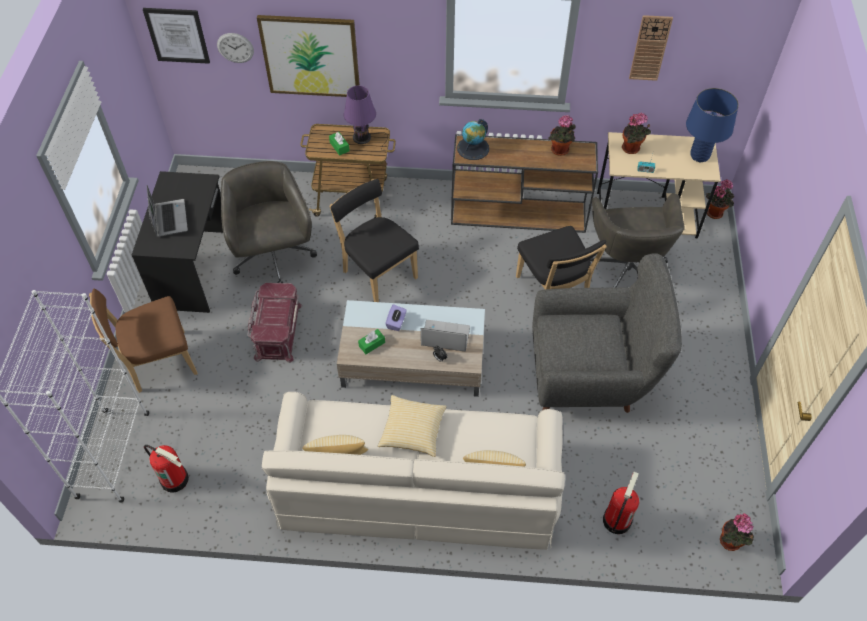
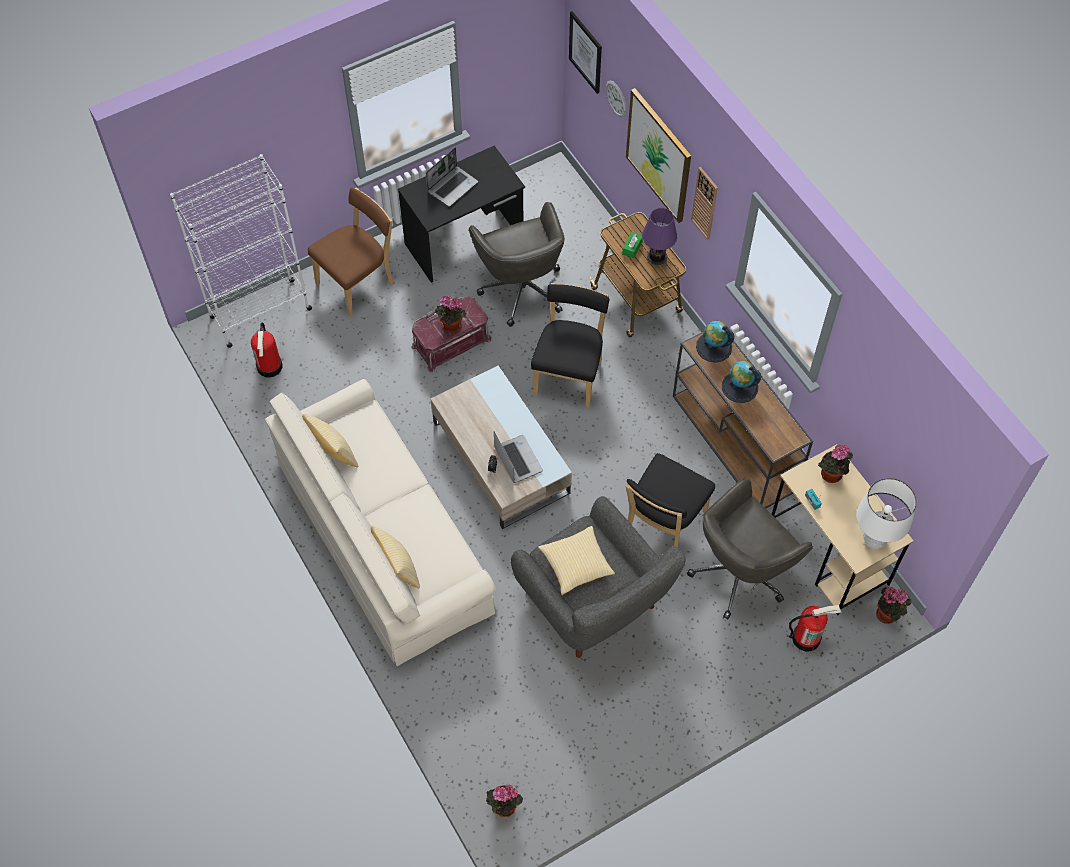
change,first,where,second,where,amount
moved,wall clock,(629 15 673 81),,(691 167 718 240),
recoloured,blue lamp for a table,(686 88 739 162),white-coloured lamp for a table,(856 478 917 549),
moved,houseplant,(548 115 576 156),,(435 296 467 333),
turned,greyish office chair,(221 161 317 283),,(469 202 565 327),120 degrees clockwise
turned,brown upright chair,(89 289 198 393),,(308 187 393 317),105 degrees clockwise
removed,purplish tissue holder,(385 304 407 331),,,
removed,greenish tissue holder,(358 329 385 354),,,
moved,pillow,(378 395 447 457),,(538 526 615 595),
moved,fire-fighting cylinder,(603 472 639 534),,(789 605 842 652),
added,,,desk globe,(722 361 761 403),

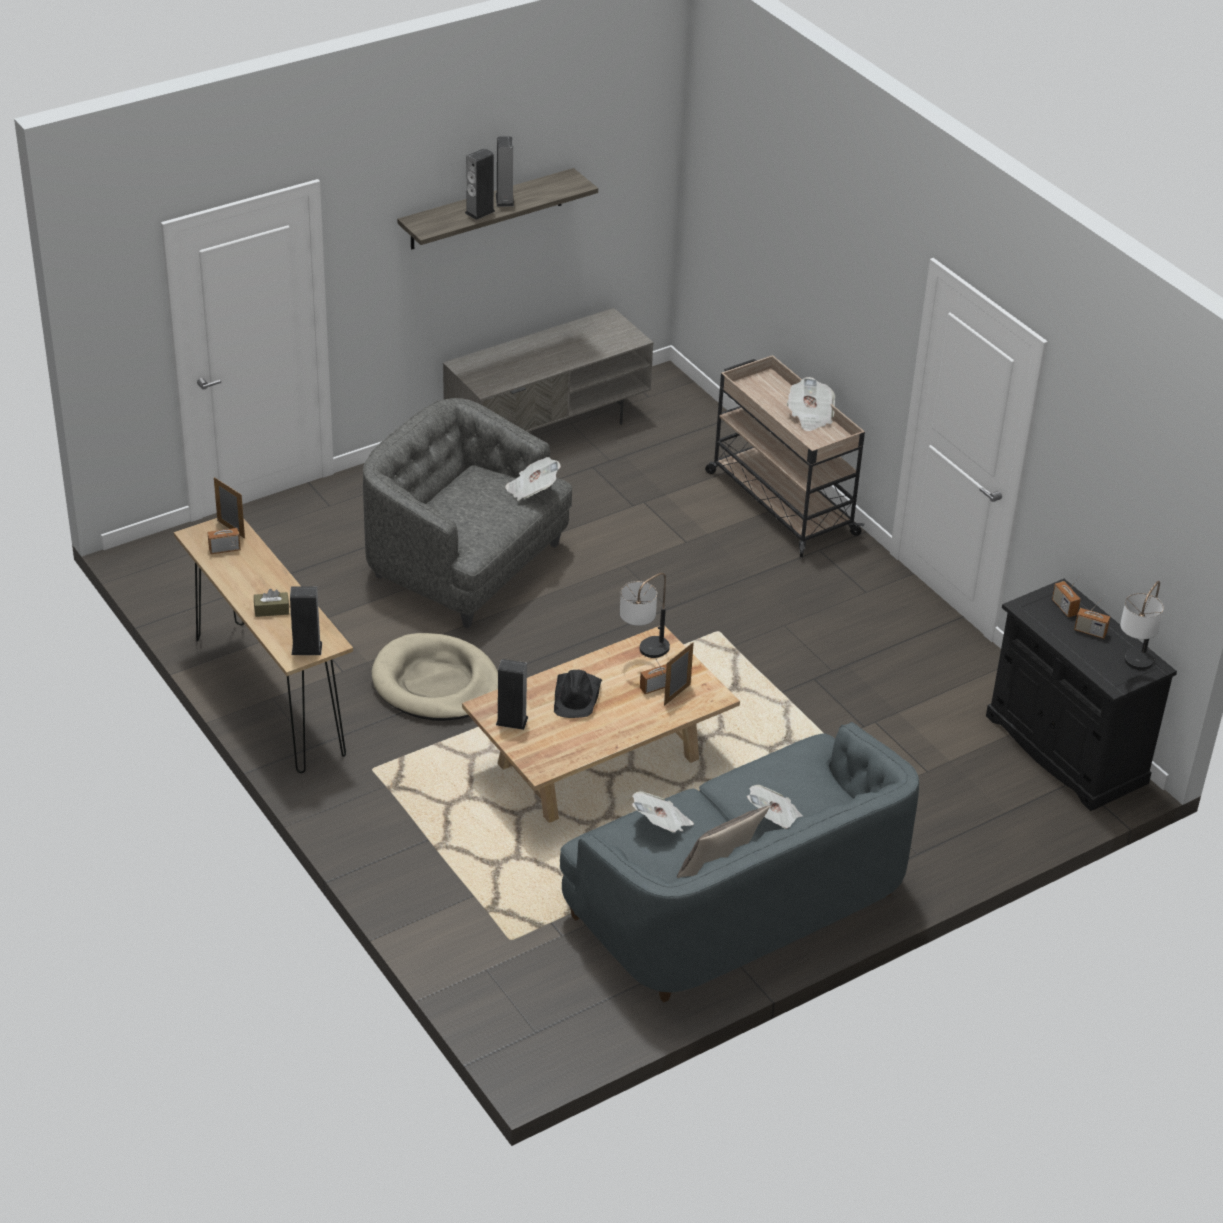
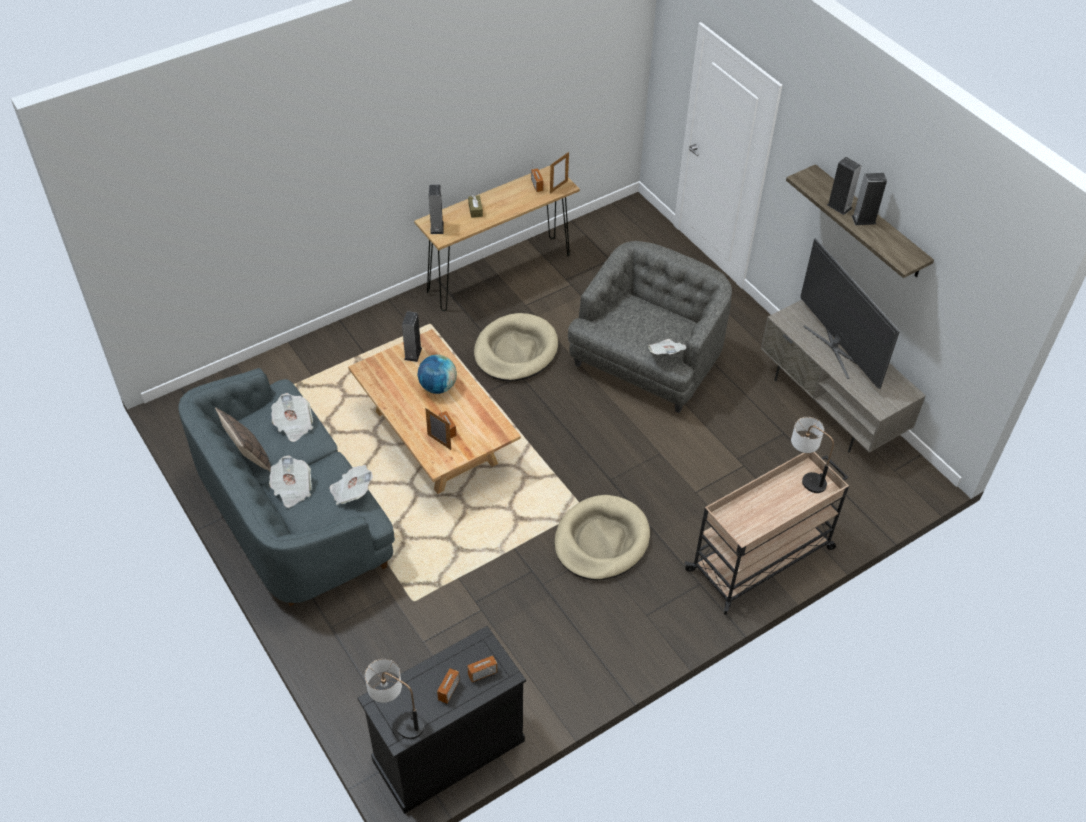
change,first,where,second,where,amount
moved,printed paper,(787 377 835 431),,(329 465 373 505),
moved,lamp for a table,(620 573 670 658),,(791 417 834 493),
replaced,blackish hat,(554 670 602 718),desk globe,(418 355 457 394),
added,,,TV,(800 238 900 389),
added,,,beige dog bed,(554 495 650 580),

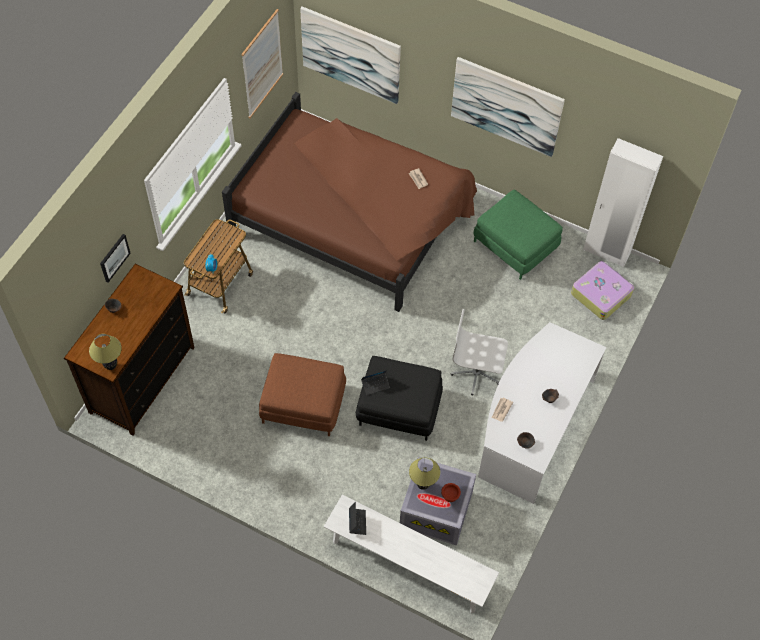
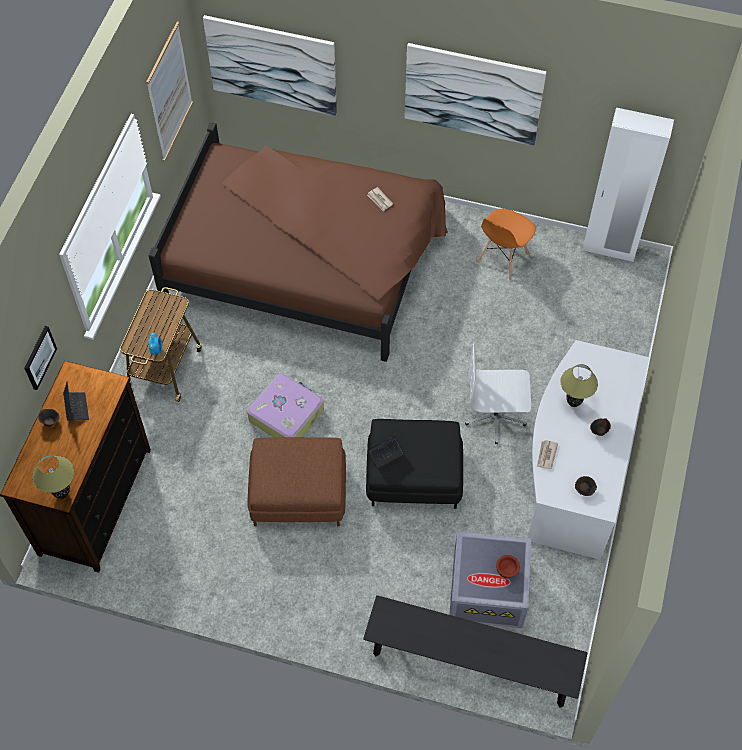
change,first,where,second,where,amount
replaced,greenish ottoman,(473 190 563 280),orange upright chair,(476 209 536 280),
moved,travel case,(571 261 634 320),,(247 373 324 438),
moved,lamp for a table,(409 458 440 490),,(560 364 598 407),
recoloured,white-coloured long seat,(324 495 499 613),blackish long seat,(363 595 588 708),
moved,portable computer,(349 502 366 535),,(63 382 89 421),

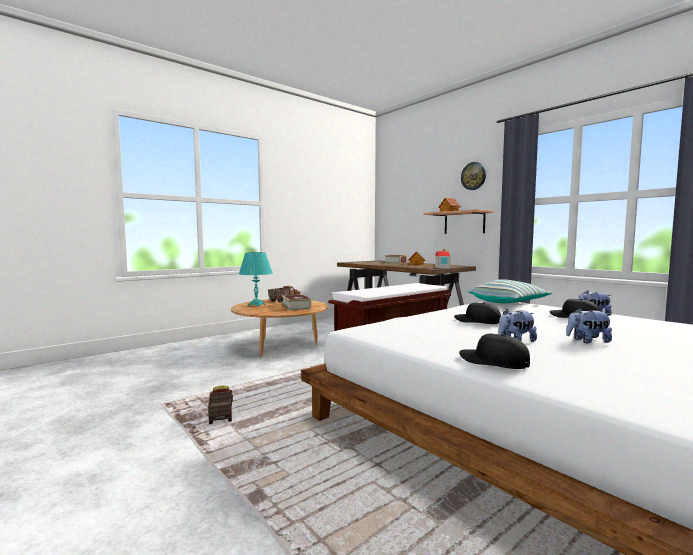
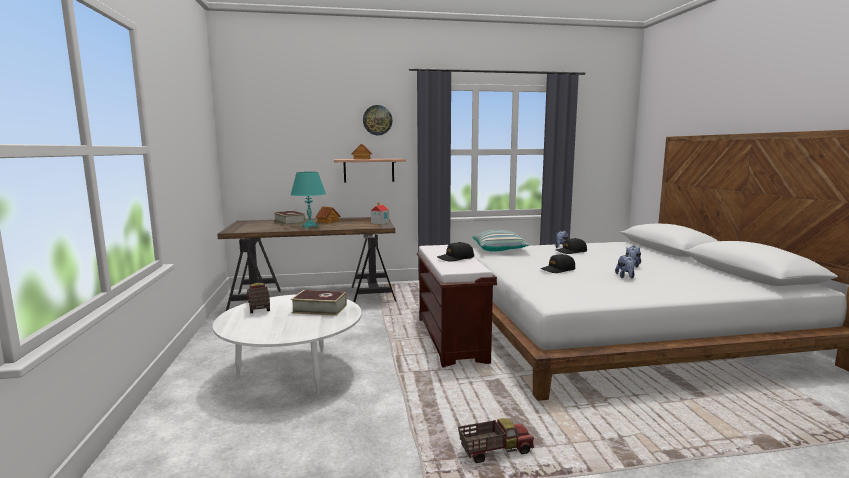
change,first,where,second,where,amount
moved,blue-green lamp for a table,(239 252 273 307),,(291 172 326 229),
recoloured,brown lounge table,(231 299 328 357),white-coloured lounge table,(213 294 362 394),
moved,blackish peaked cap,(459 334 530 369),,(437 242 474 262),
turned,toy lorry,(208 386 233 424),,(458 418 534 463),150 degrees clockwise

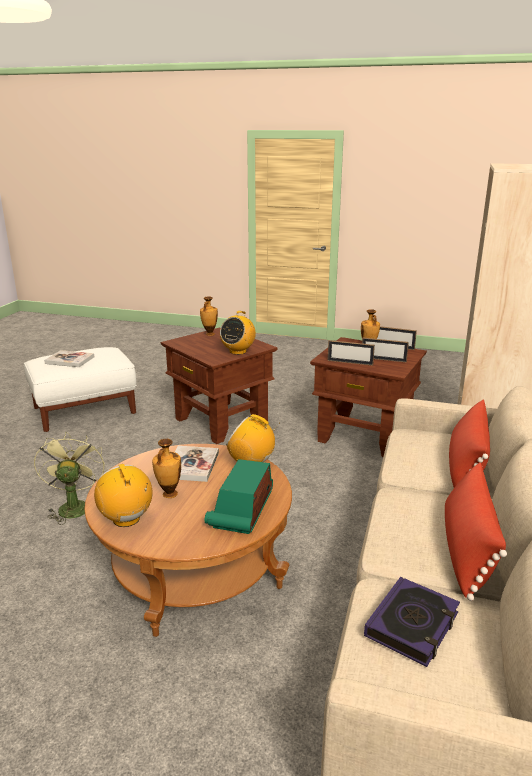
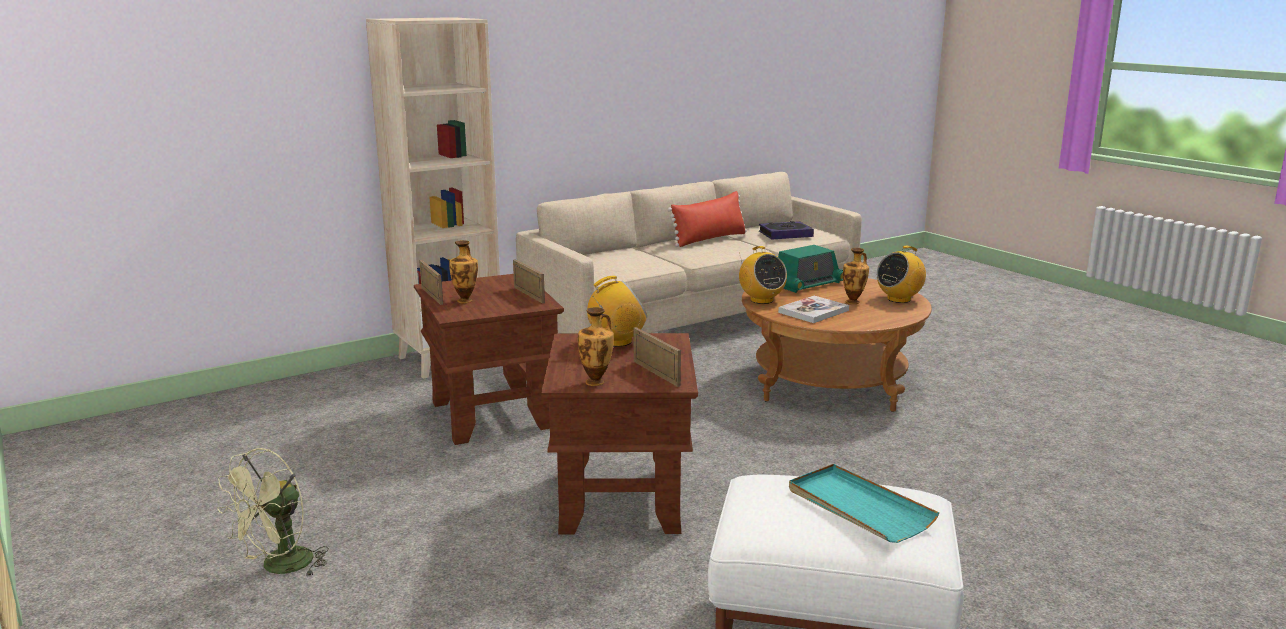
change,first,where,second,where,amount
moved,photo frame,(362 338 409 363),,(634 327 681 387),
replaced,bound book,(44 350 94 367),blue-green serving tray,(789 464 940 543),
removed,red pillow,(449 399 490 488),,,
moved,greenish cooling fan,(34 432 105 525),,(217 448 329 577),
turned,radio set,(94 464 153 527),,(877 246 926 303),45 degrees clockwise

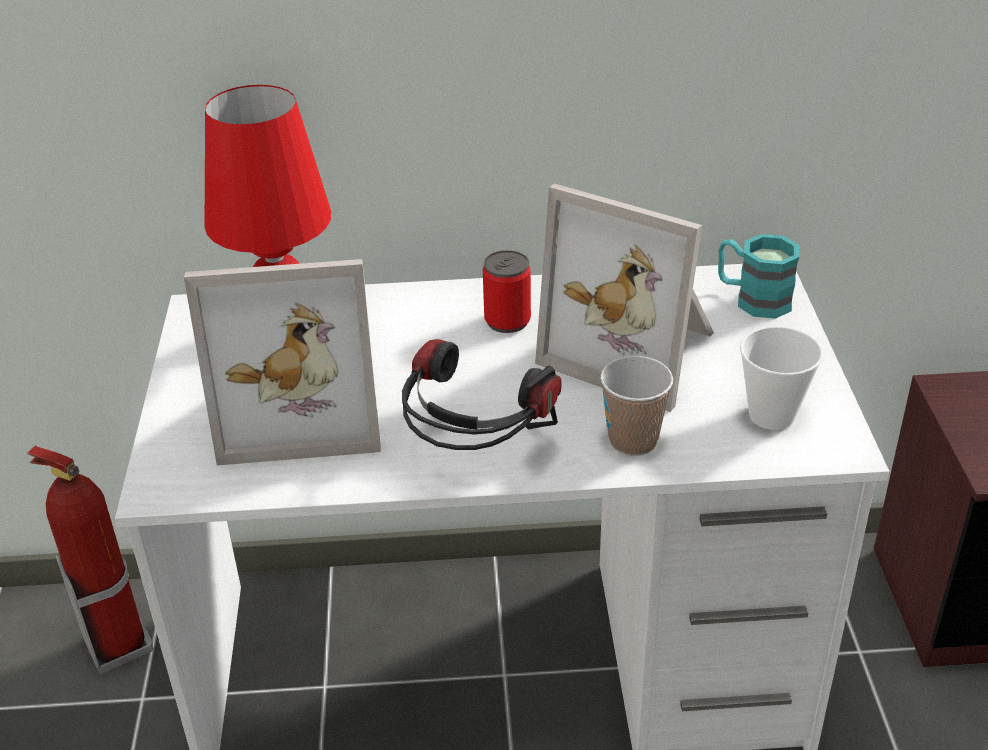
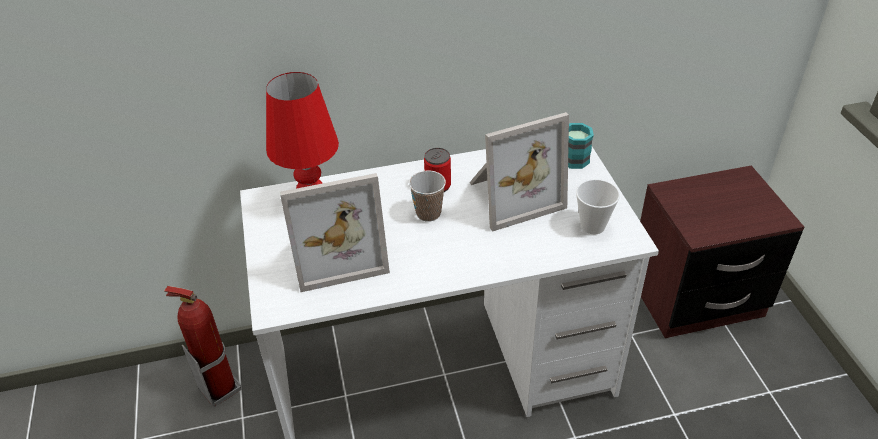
change,first,where,second,where,amount
turned,photo frame,(535 184 714 412),,(469 112 569 232),45 degrees counterclockwise
removed,headphones,(402 339 561 450),,,
moved,cup,(600 356 673 456),,(409 170 446 222),

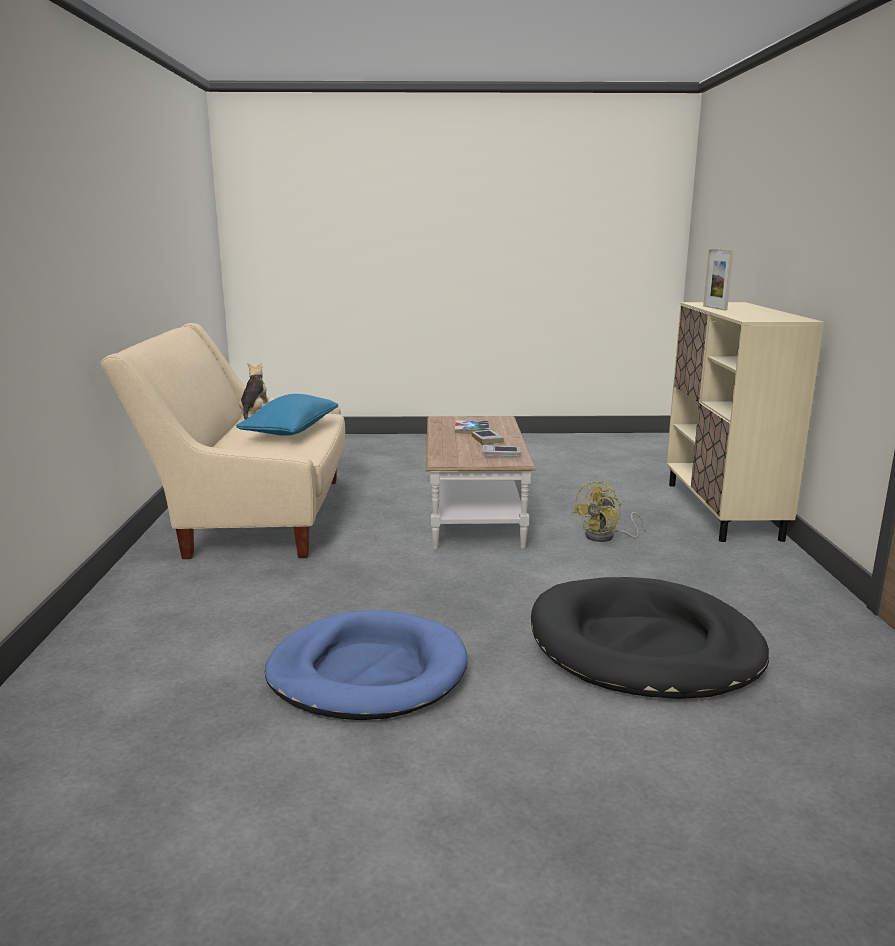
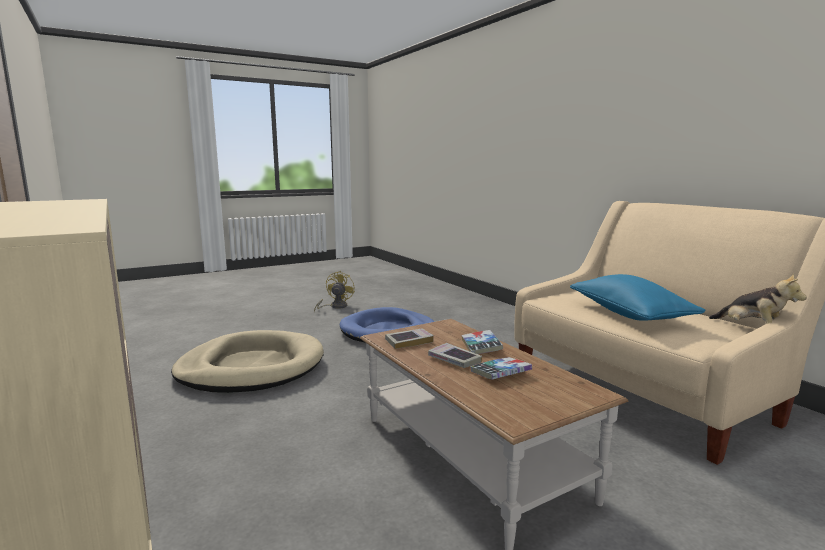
change,first,where,second,where,amount
removed,photo frame,(703 249 734 310),,,
moved,yellowish cooling fan,(573 481 646 542),,(314 271 355 313),
recoloured,blackish dog bed,(531 577 769 699),beige dog bed,(171 330 324 393),
added,,,bound book,(461 330 503 354),

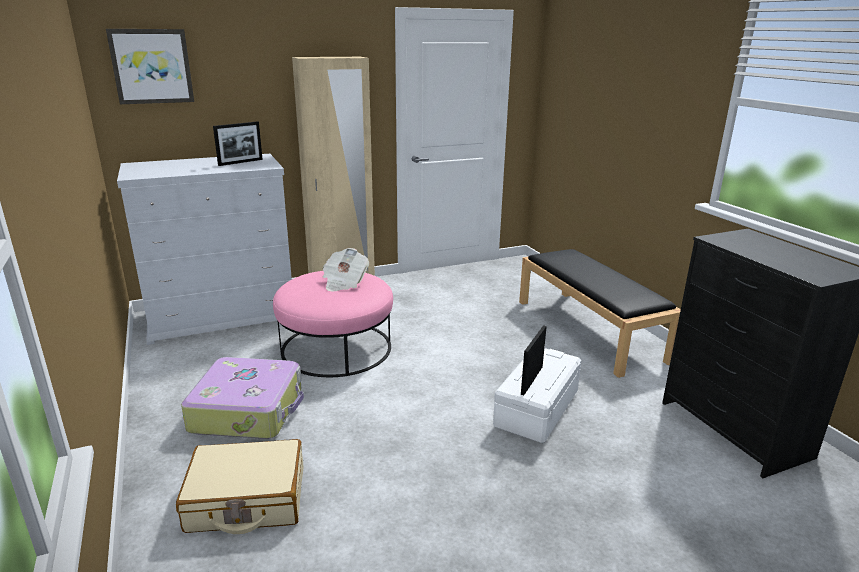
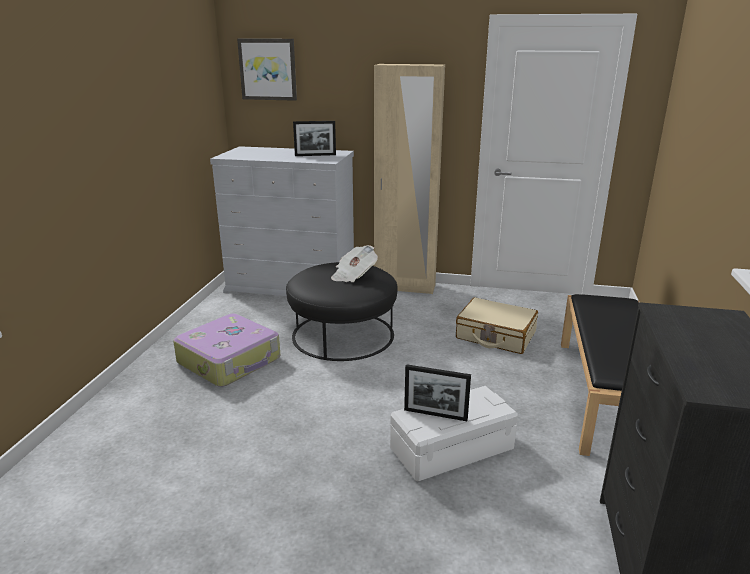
change,first,where,second,where,amount
recoloured,pink-coloured ottoman,(273 271 393 377),blackish ottoman,(286 262 398 361),
turned,photo frame,(521 325 547 395),,(404 364 471 421),135 degrees counterclockwise
moved,beige travel case,(176 439 303 534),,(456 297 538 354),

